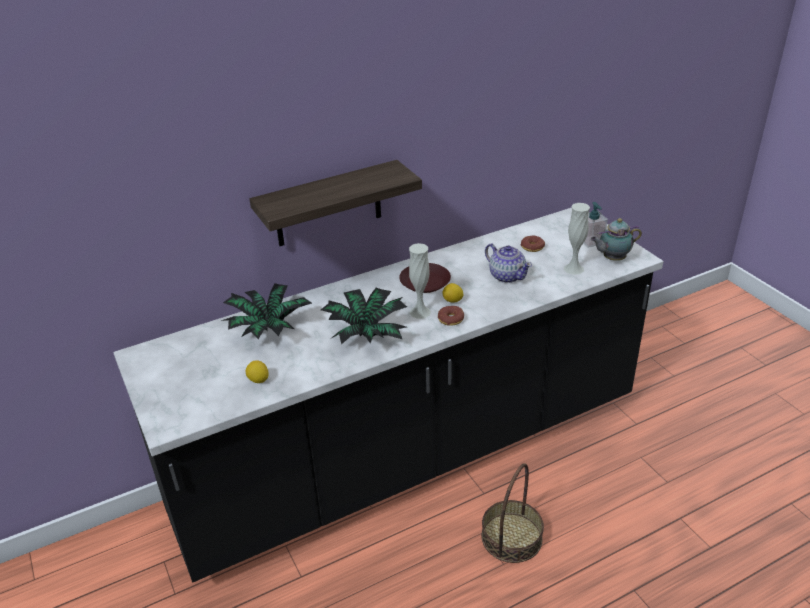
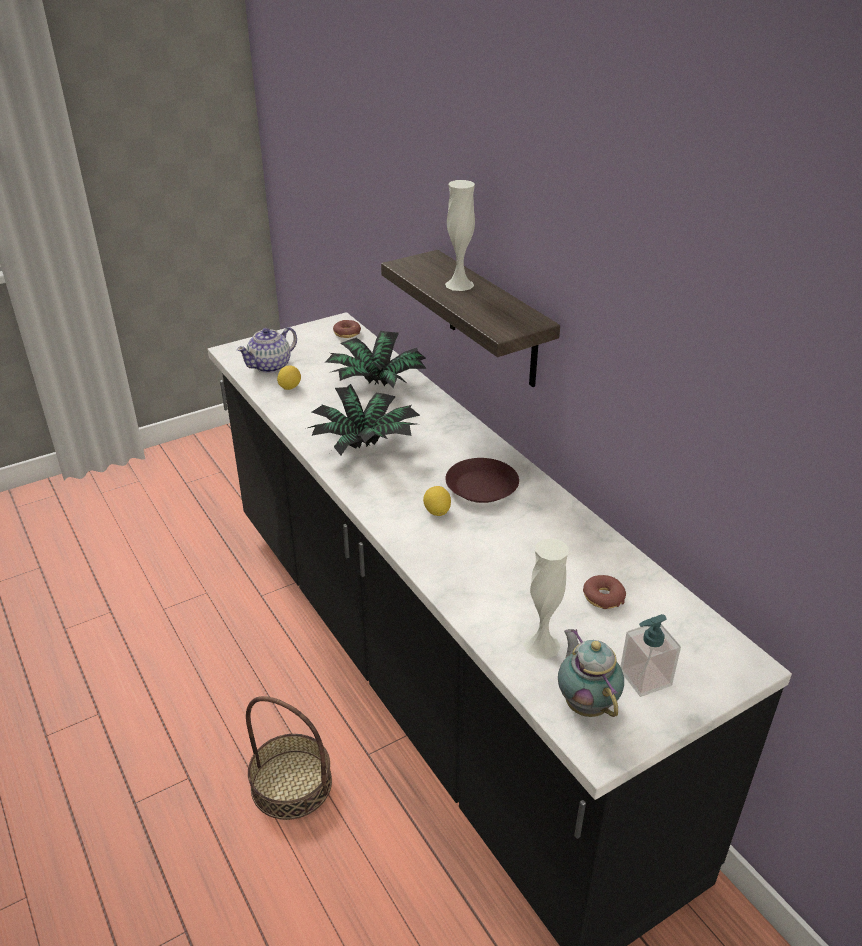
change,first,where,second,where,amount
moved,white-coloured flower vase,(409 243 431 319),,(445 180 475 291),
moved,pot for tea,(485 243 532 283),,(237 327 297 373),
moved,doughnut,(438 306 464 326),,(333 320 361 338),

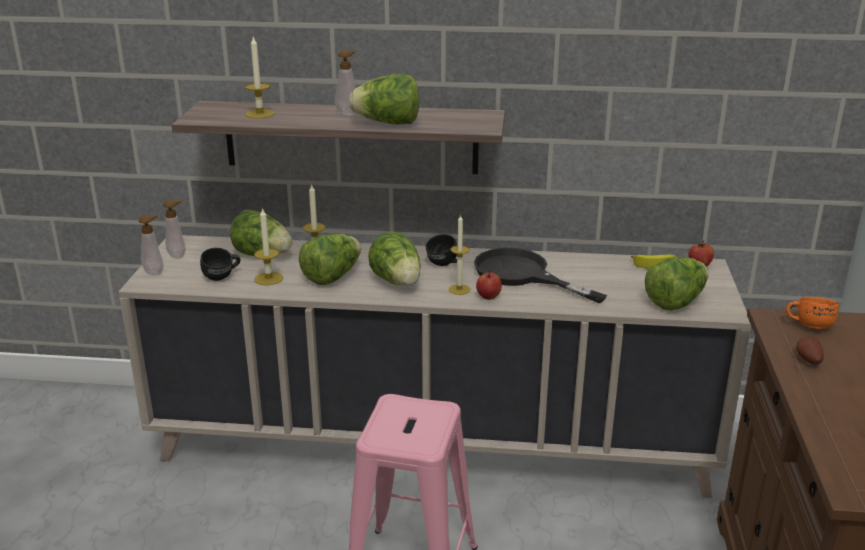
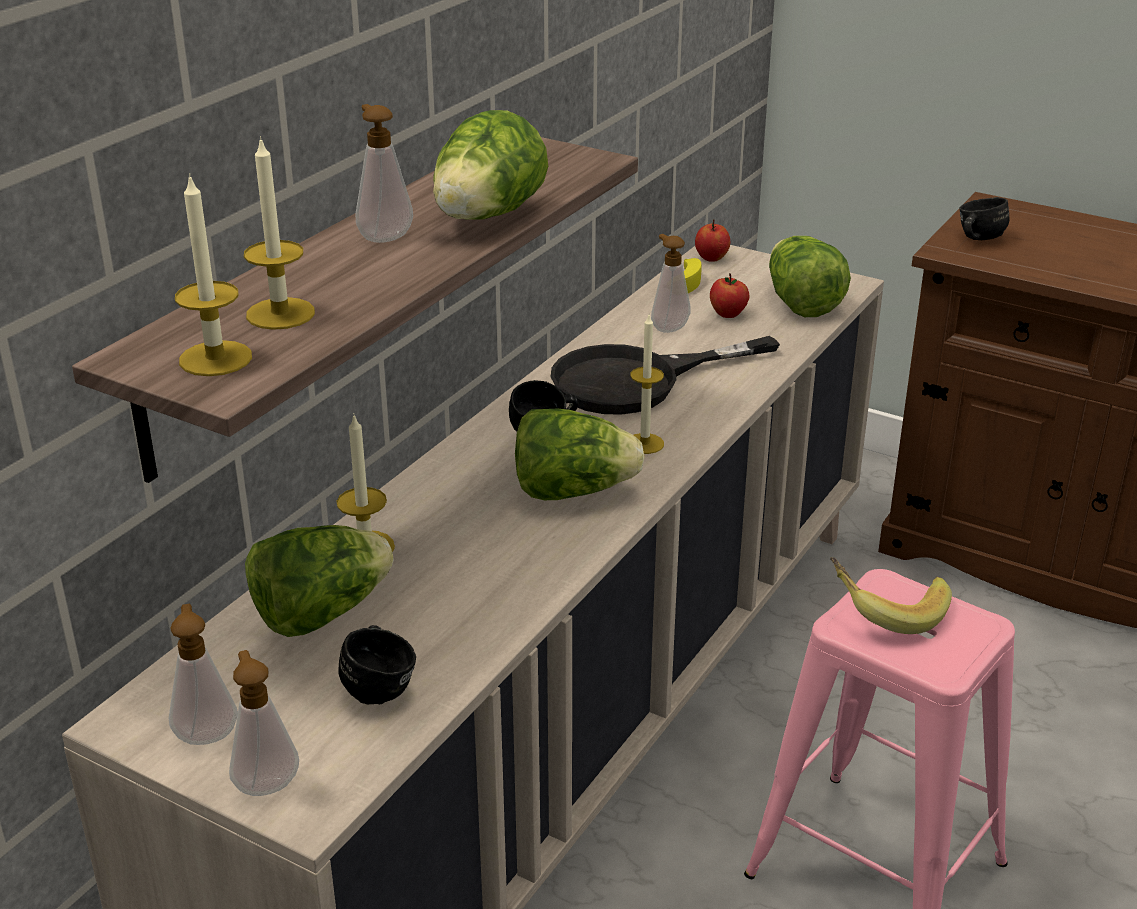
change,first,where,second,where,amount
moved,wax light,(254 207 283 285),,(175 173 252 376),
removed,lettuce head,(299 234 361 285),,,
moved,whole apple,(476 270 502 300),,(710 273 749 318),
recoloured,orange tea mug,(786 297 839 329),blackish tea mug,(959 197 1009 240),
removed,whole potato,(796 337 824 364),,,
added,,,soap dispenser,(651 234 691 333),
added,,,whole banana,(830 557 952 634),

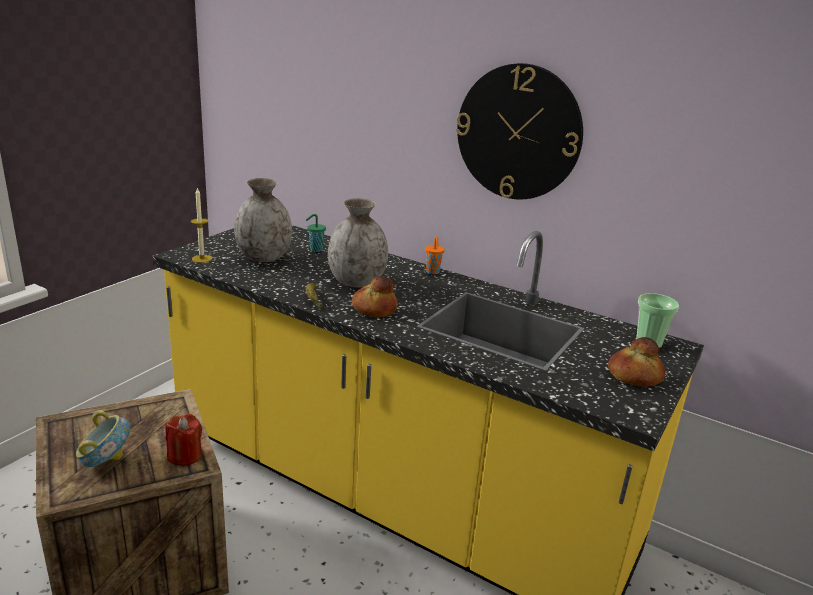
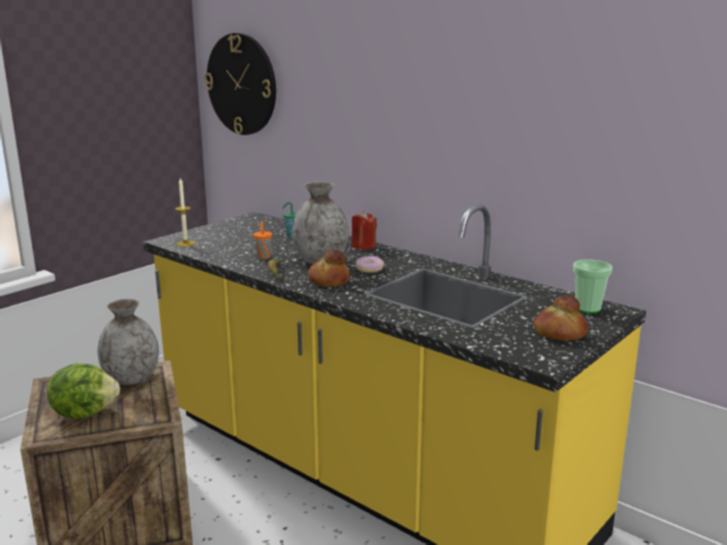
change,first,where,second,where,amount
moved,wall clock,(456 63 583 199),,(205 33 276 135),
moved,greyish flower vase,(234 178 292 262),,(98 299 159 385),
moved,orange cup,(425 236 444 274),,(253 221 272 259),
replaced,serving bowl,(76 410 130 467),lettuce head,(47 363 120 419),
moved,red wax light,(165 413 202 466),,(351 211 377 250),
added,,,doughnut,(356 256 384 273),

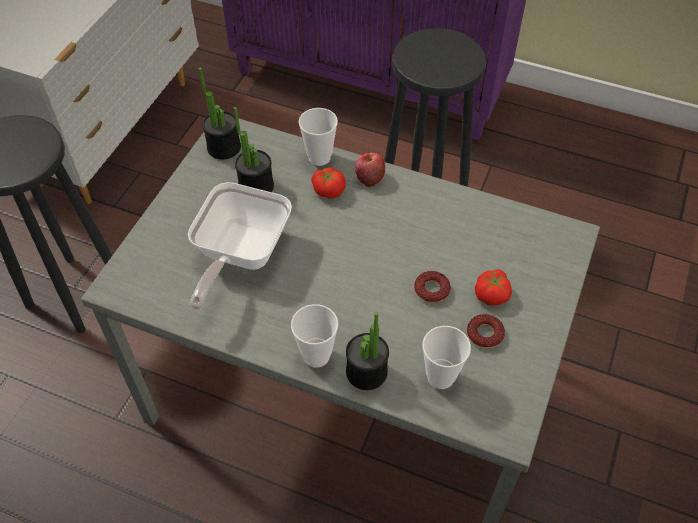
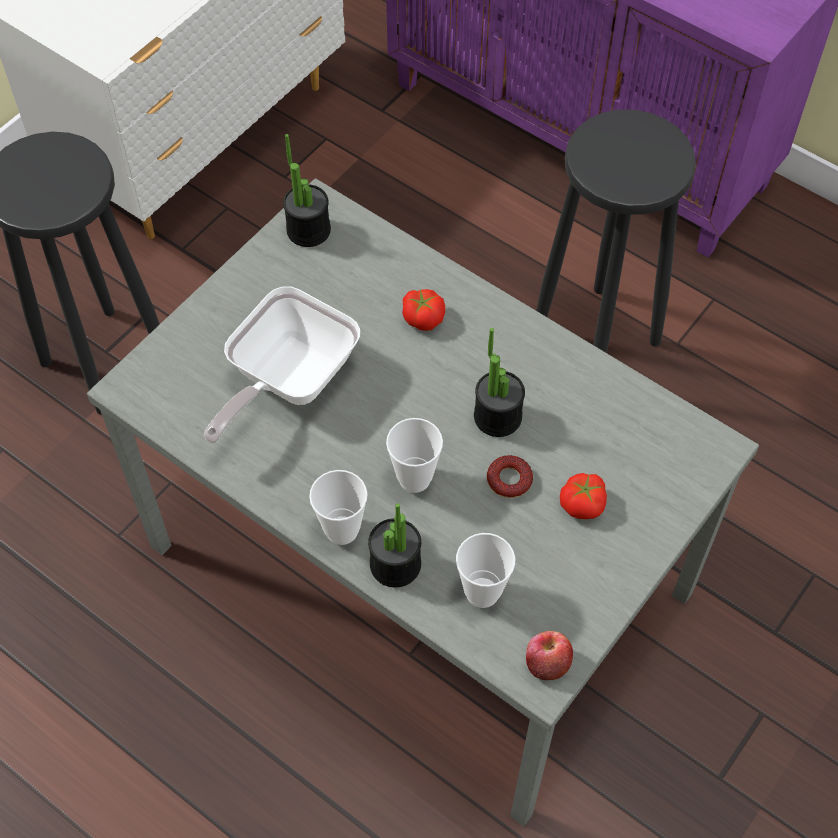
change,first,where,second,where,amount
moved,houseplant,(234 107 274 192),,(474 328 525 437),
moved,cup,(299 108 338 166),,(386 418 443 493),
moved,whole apple,(355 153 385 187),,(526 631 573 680),
removed,doughnut,(467 314 505 348),,,

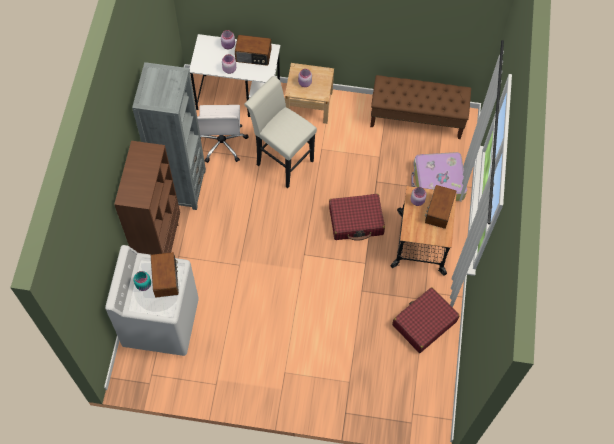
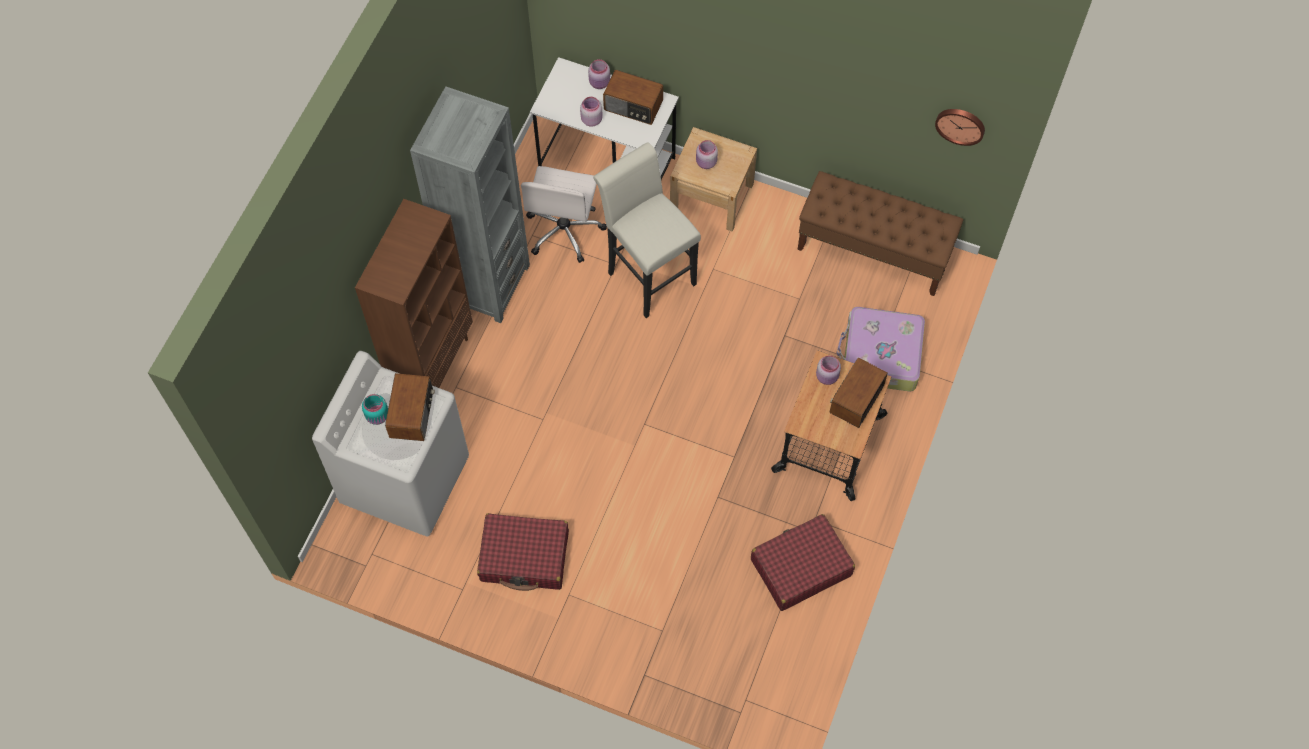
change,first,where,second,where,amount
moved,red travel case,(329 194 385 241),,(477 513 569 591),
added,,,wall clock,(935 109 985 146),

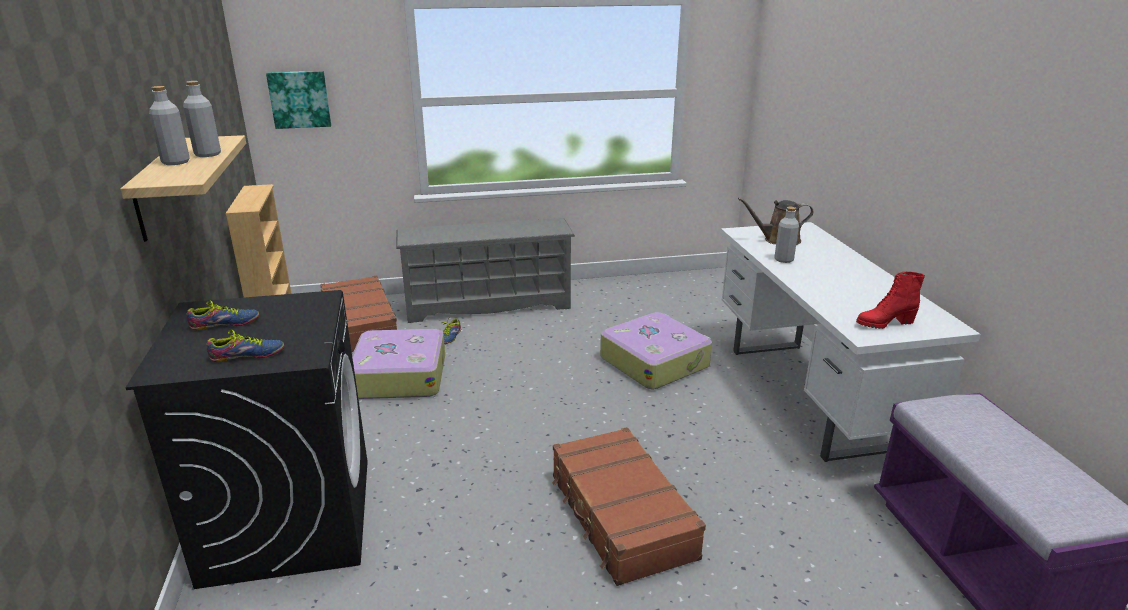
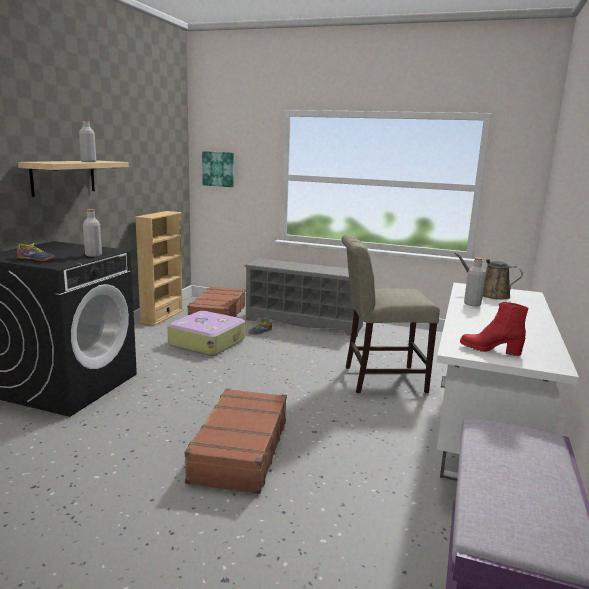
change,first,where,second,where,amount
moved,greyish bottle,(149 86 190 165),,(83 209 102 257),
removed,item of footwear,(187 300 259 330),,,
replaced,travel case,(600 312 712 389),beige upright chair,(341 235 440 393),

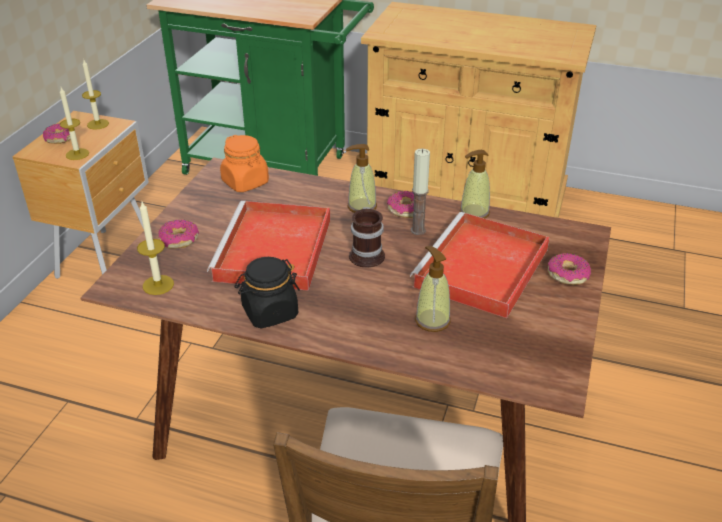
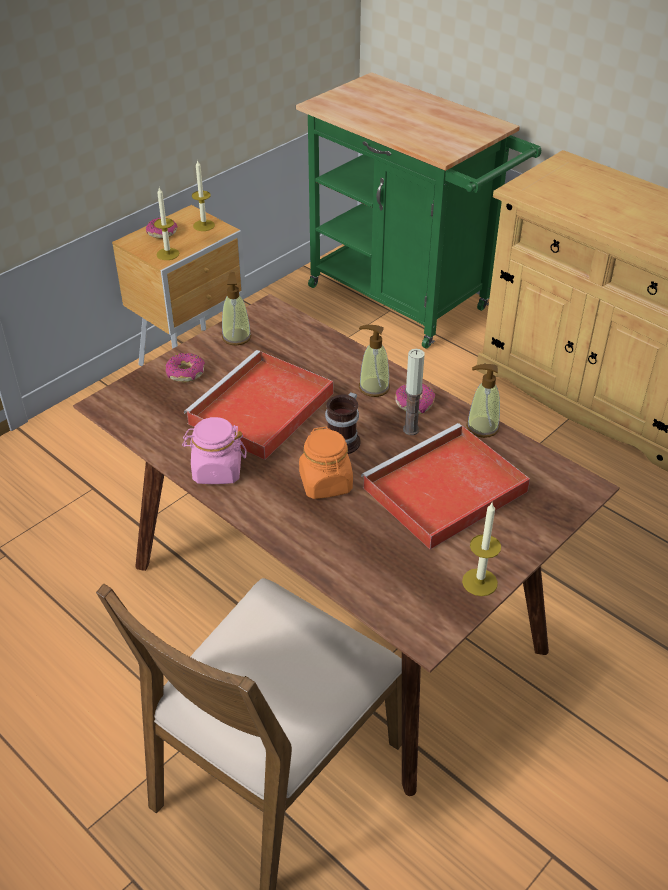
change,first,where,second,where,amount
moved,orange preserve jar,(220 135 269 192),,(299 427 353 499),
moved,wax light,(137 202 174 295),,(462 503 501 596),
moved,soap dispenser,(415 246 451 332),,(222 272 252 346),
removed,doughnut,(548 253 591 285),,,
recoloured,blackish preserve jar,(235 257 300 328),pink-coloured preserve jar,(182 417 247 484),

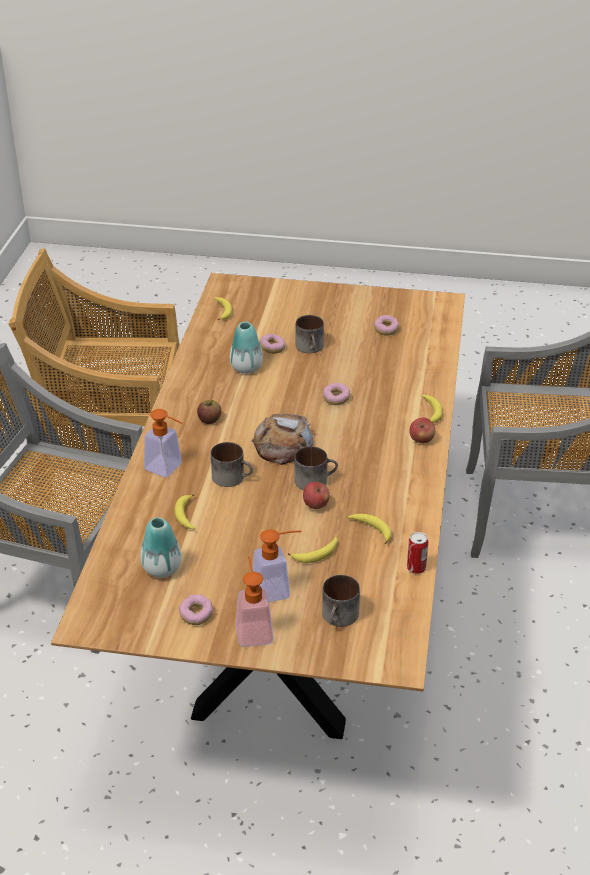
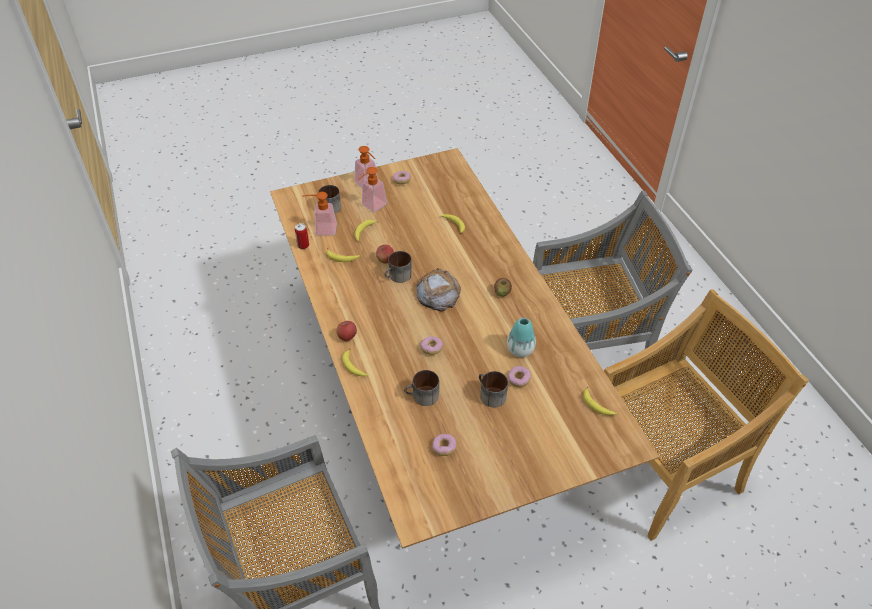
change,first,where,second,where,amount
moved,soap dispenser,(144 409 183 477),,(302 192 337 236),
moved,tea mug,(211 442 253 487),,(404 370 439 406),
removed,flower vase,(140 517 182 578),,,

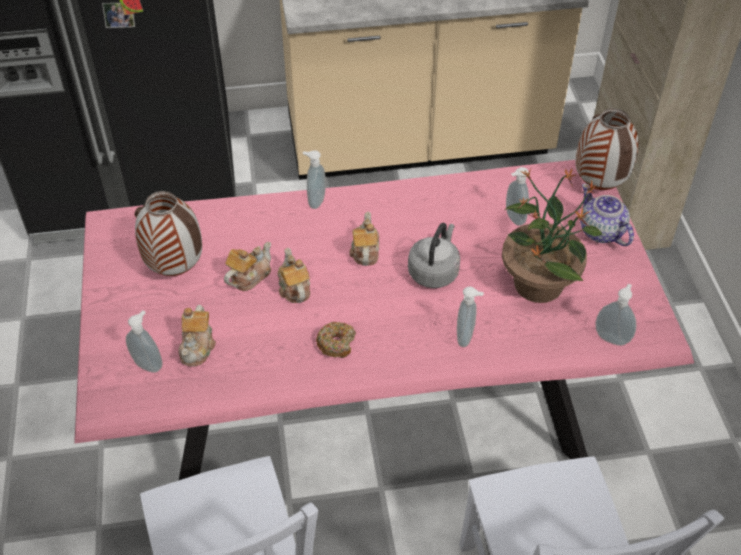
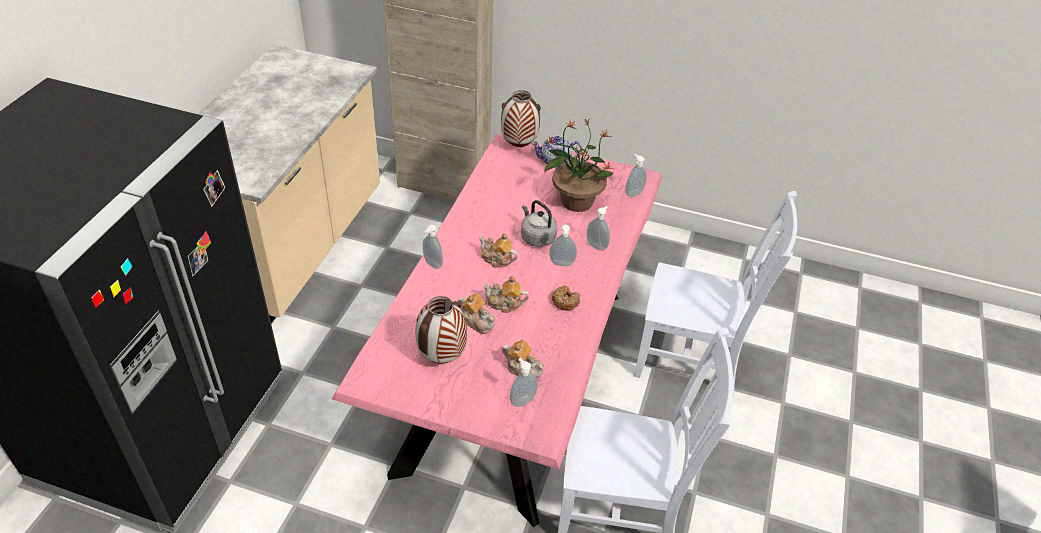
change,first,where,second,where,amount
moved,soap dispenser,(506 167 529 226),,(549 225 577 266),
turned,pot for tea,(224 242 271 291),,(458 293 496 334),150 degrees clockwise

